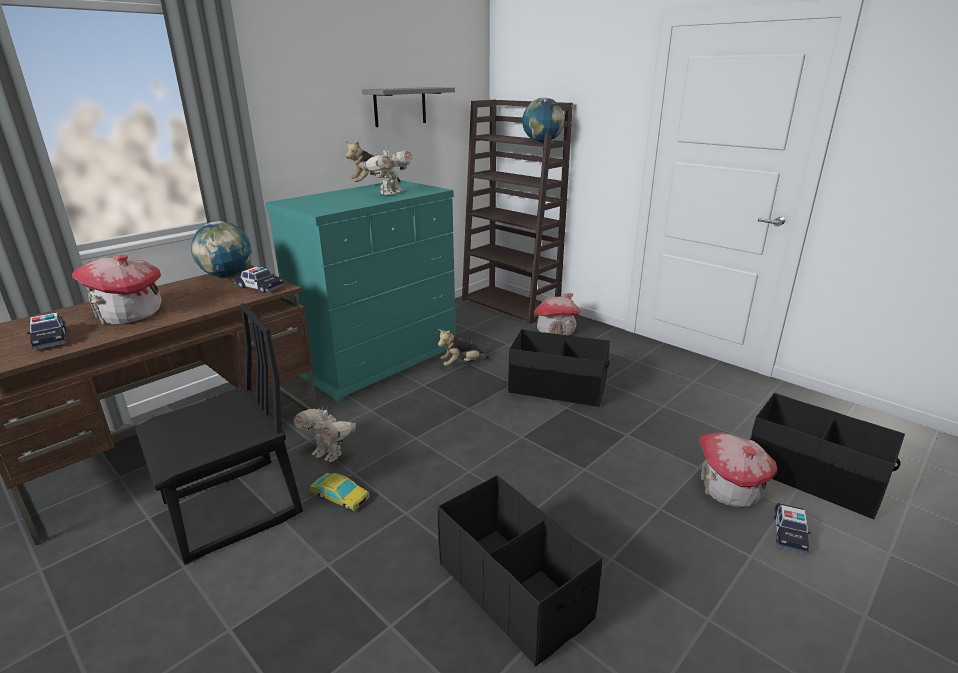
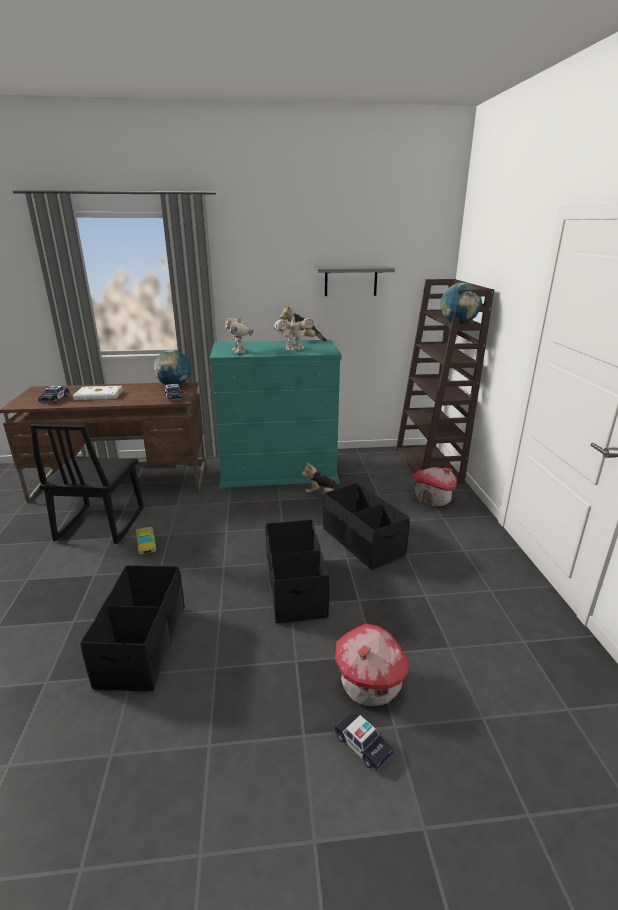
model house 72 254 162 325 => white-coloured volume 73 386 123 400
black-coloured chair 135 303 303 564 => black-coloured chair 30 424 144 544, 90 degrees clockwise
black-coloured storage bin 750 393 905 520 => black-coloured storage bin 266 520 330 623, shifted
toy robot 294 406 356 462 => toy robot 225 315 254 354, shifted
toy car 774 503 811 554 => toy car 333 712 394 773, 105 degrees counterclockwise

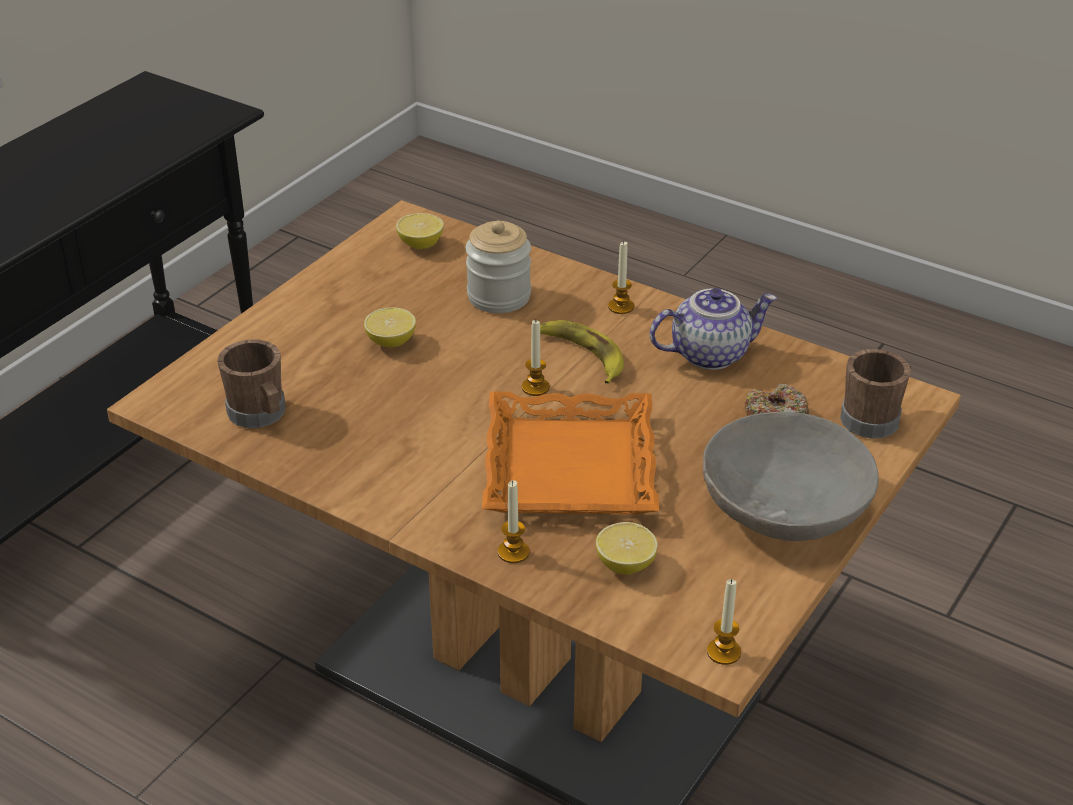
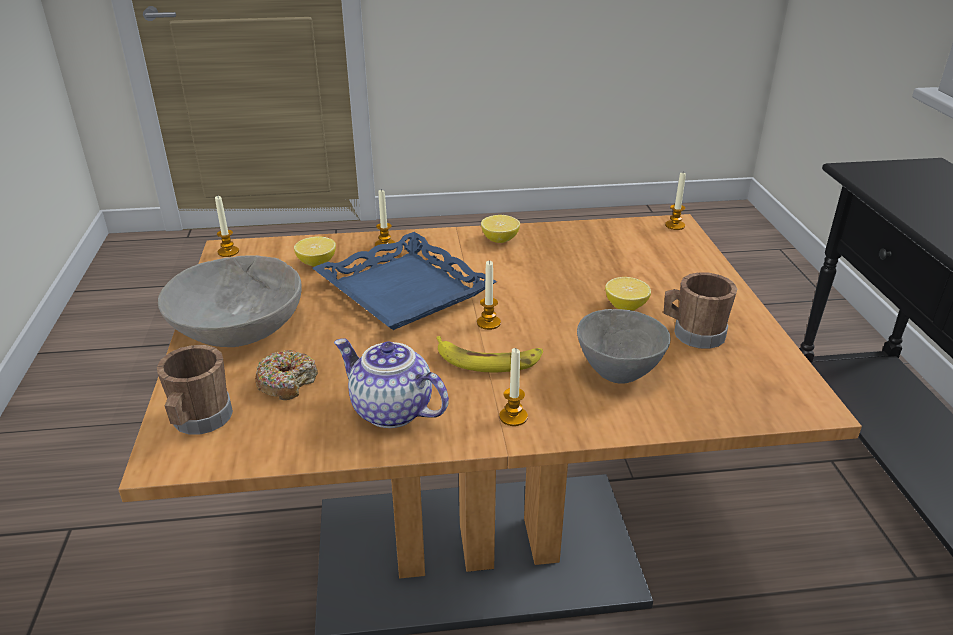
whole lemon 396 213 444 249 => whole lemon 481 215 520 243, shifted
jar 465 220 531 313 => grey bowl 577 309 671 384
pot for tea 650 288 777 370 => pot for tea 334 338 449 428, 90 degrees clockwise
brown tea mug 217 339 285 428 => brown tea mug 664 272 737 349, shifted
orangey tray 482 392 659 514 => blue tray 312 232 497 330
nothing => wax light 665 173 686 230

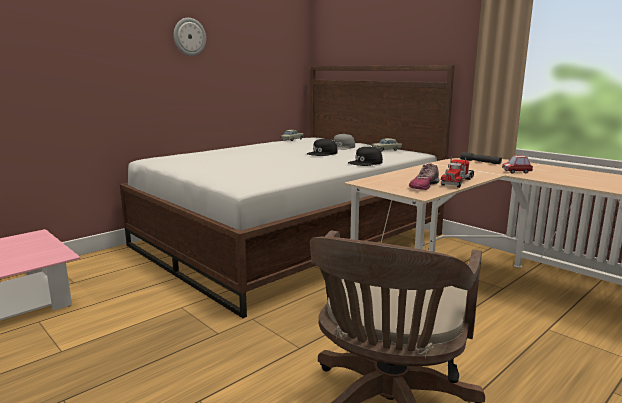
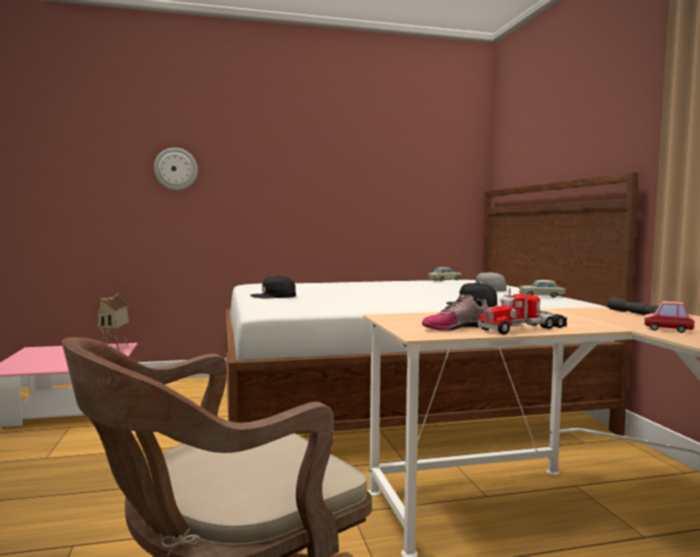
wall clock 174 18 206 56 => wall clock 154 148 198 191, shifted
black-coloured peaked cap 307 139 337 156 => black-coloured peaked cap 250 276 296 298, shifted
nothing => model house 96 294 130 350

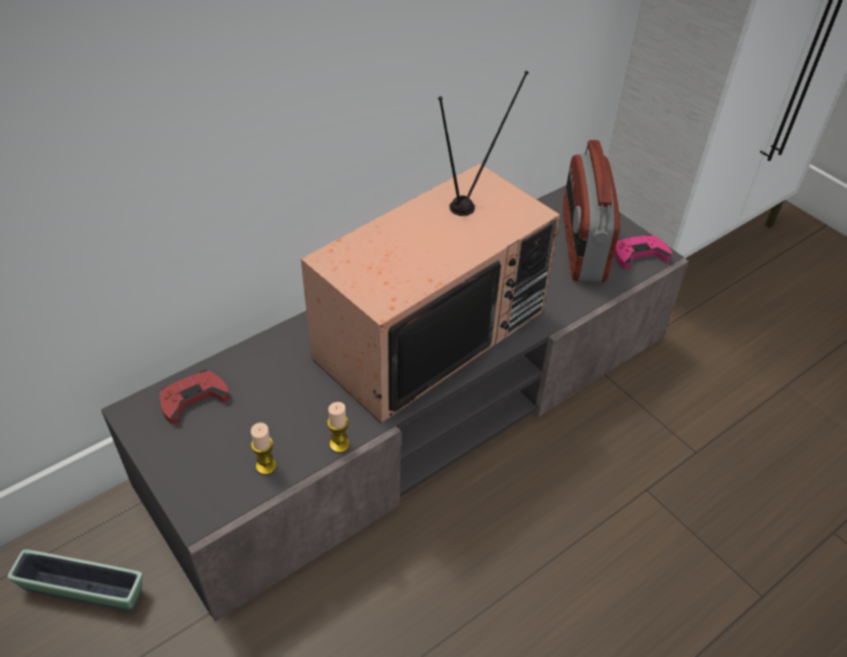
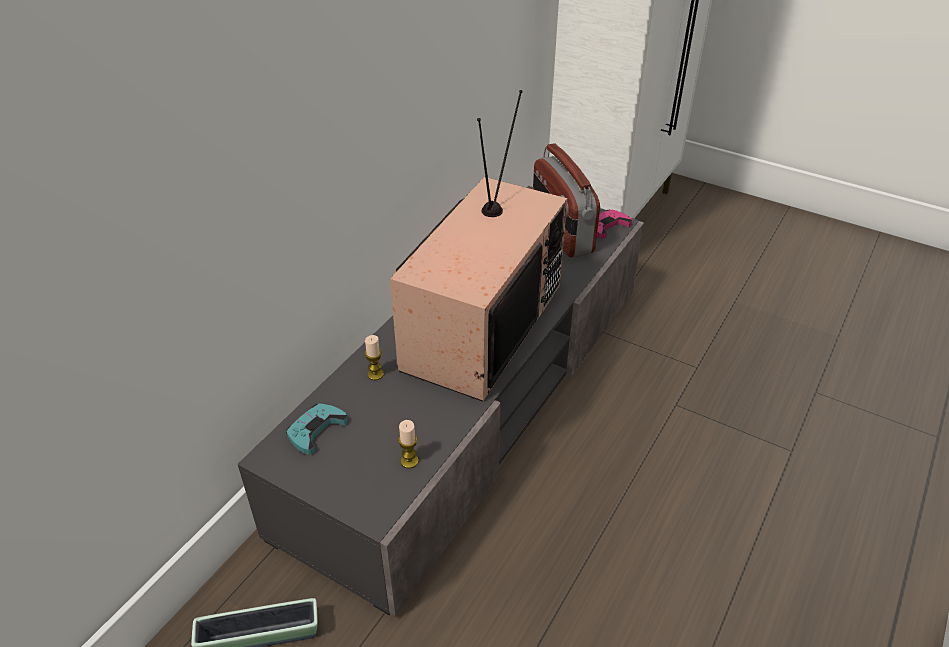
reddish gamepad 160 370 230 424 => turquoise-coloured gamepad 286 403 348 455
wax light 327 402 350 453 => wax light 365 335 384 380, shifted

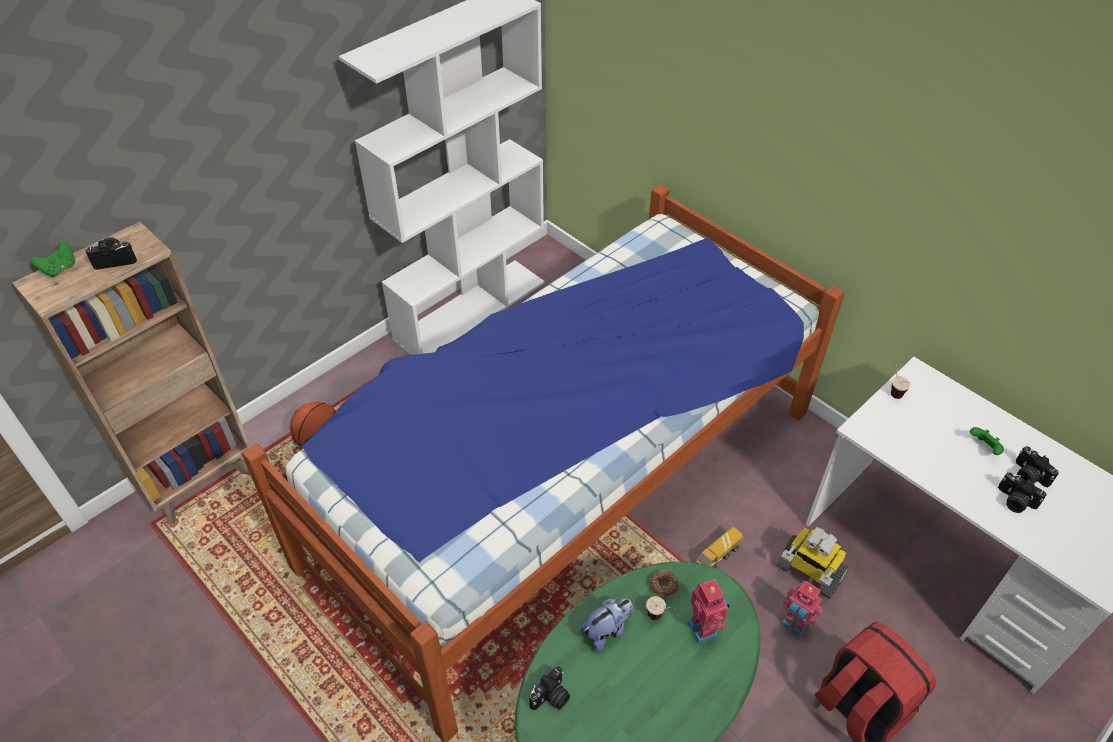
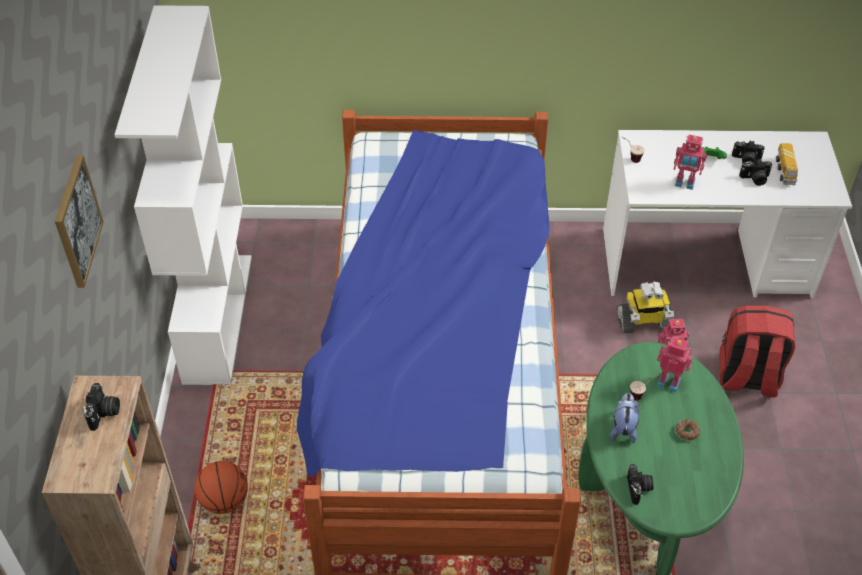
photo camera 86 237 137 270 => photo camera 83 383 120 431, 150 degrees clockwise
greenish gamepad 30 241 75 277 => nothing
model truck 696 527 743 568 => model truck 776 143 798 185, shifted
donut 650 570 679 597 => donut 676 419 700 441, shifted
nothing => toy robot 673 135 707 190
nothing => picture 55 155 104 288

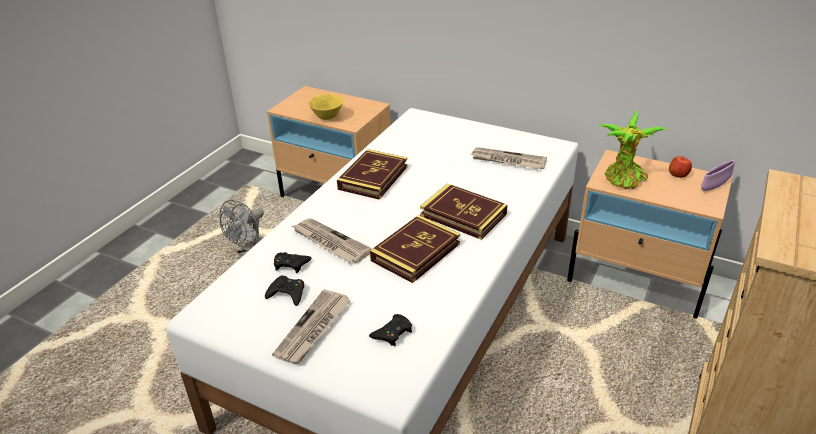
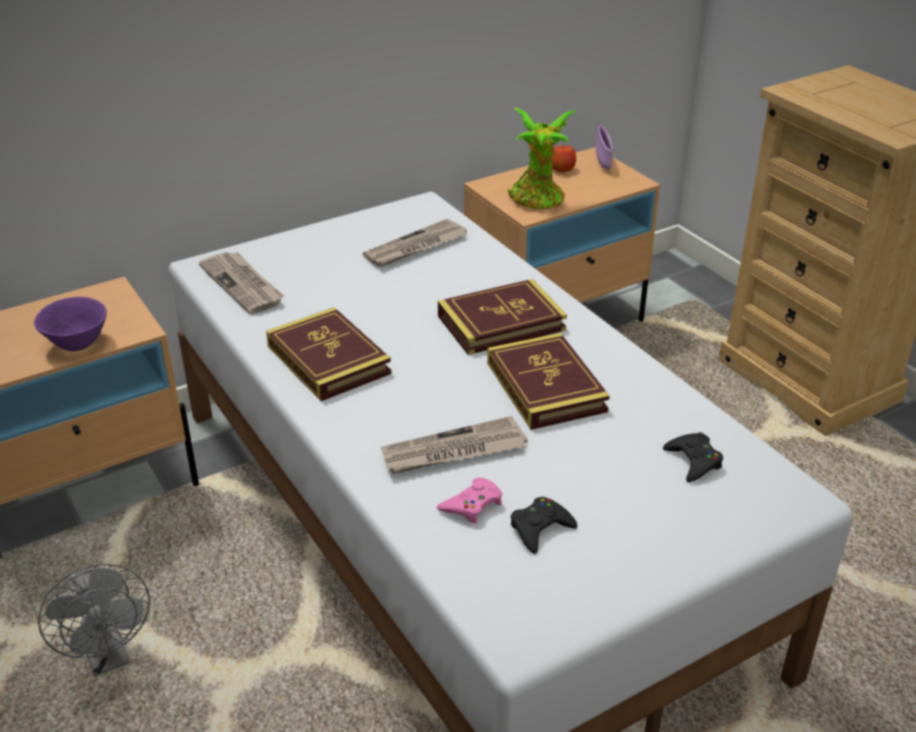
yellow bowl 308 94 343 120 => purple bowl 34 297 107 351
black-coloured gamepad 274 252 311 273 => pinkish gamepad 437 478 502 524
daily paper 272 289 351 364 => daily paper 199 252 284 314, shifted

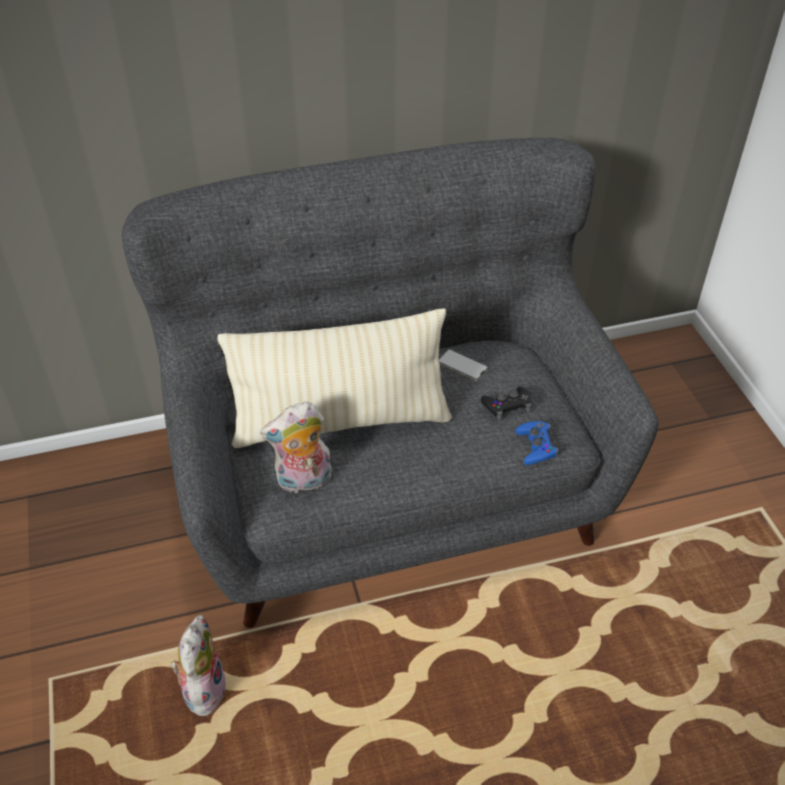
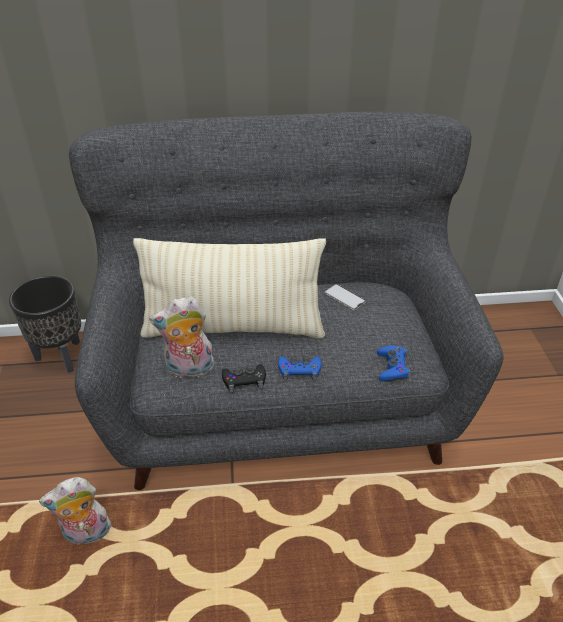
black-coloured gamepad 481 386 532 420 => black-coloured gamepad 222 364 266 393, shifted
soft toy 171 615 226 717 => soft toy 39 477 112 545, 120 degrees counterclockwise
nothing => black-coloured plant pot 9 275 81 373
nothing => blue gamepad 278 356 321 380

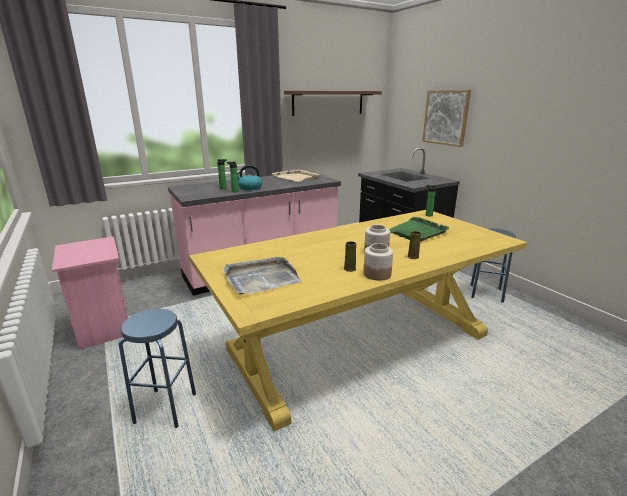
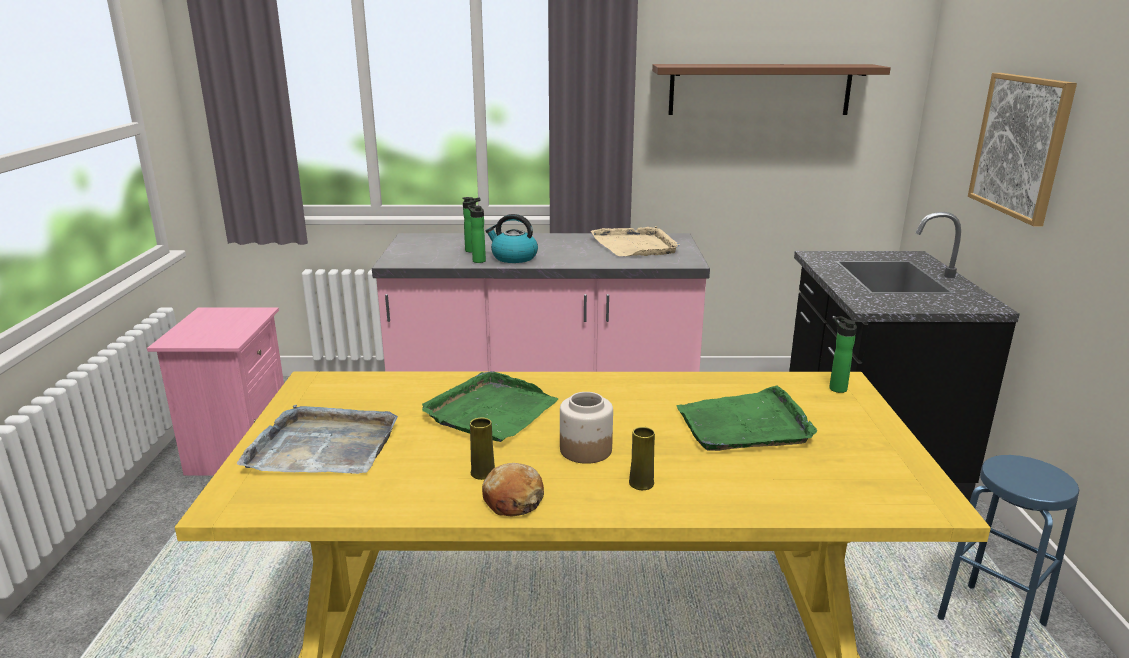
jar 363 243 393 281 => bakery bread 482 463 544 517
blue sitting stool 119 309 196 428 => nothing
nothing => greenish tray 422 371 558 442

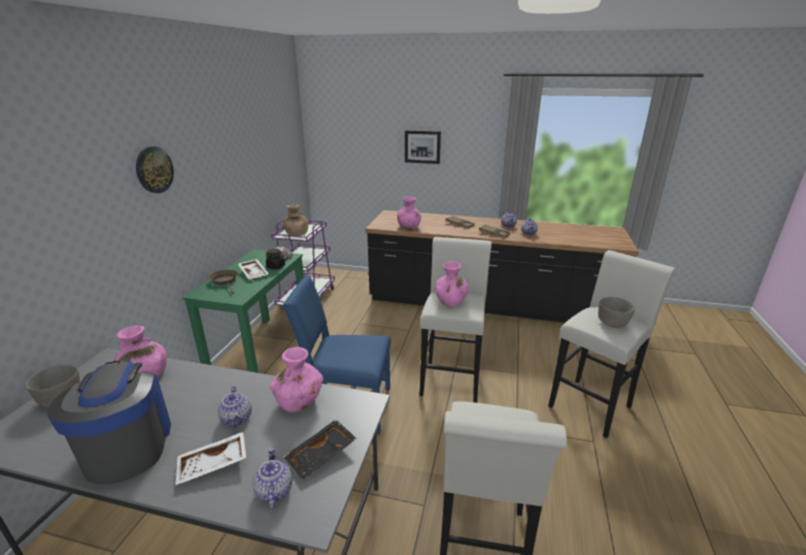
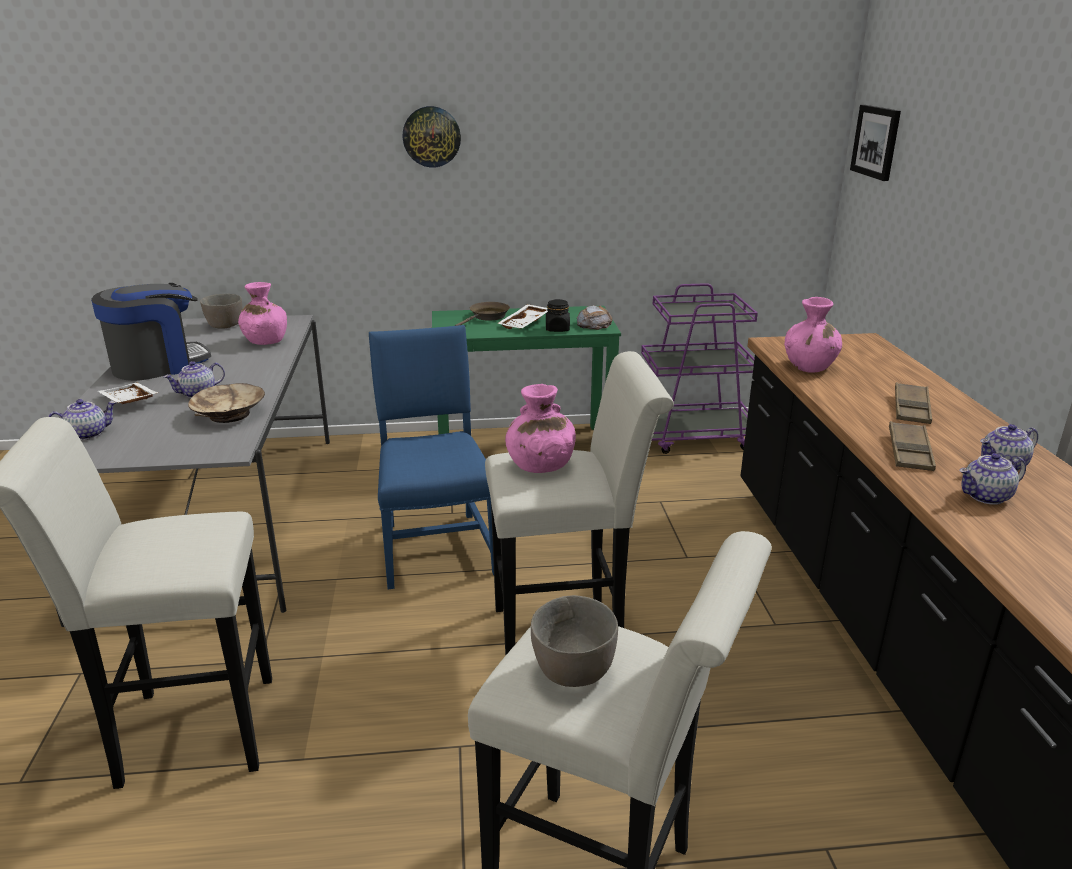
picture 405 130 441 164 => picture 850 105 901 181, shifted
brown flower vase 283 205 308 236 => nothing
pinkish flower vase 269 347 323 412 => beige bowl 188 383 265 423
black-coloured tray 283 419 357 480 => nothing

